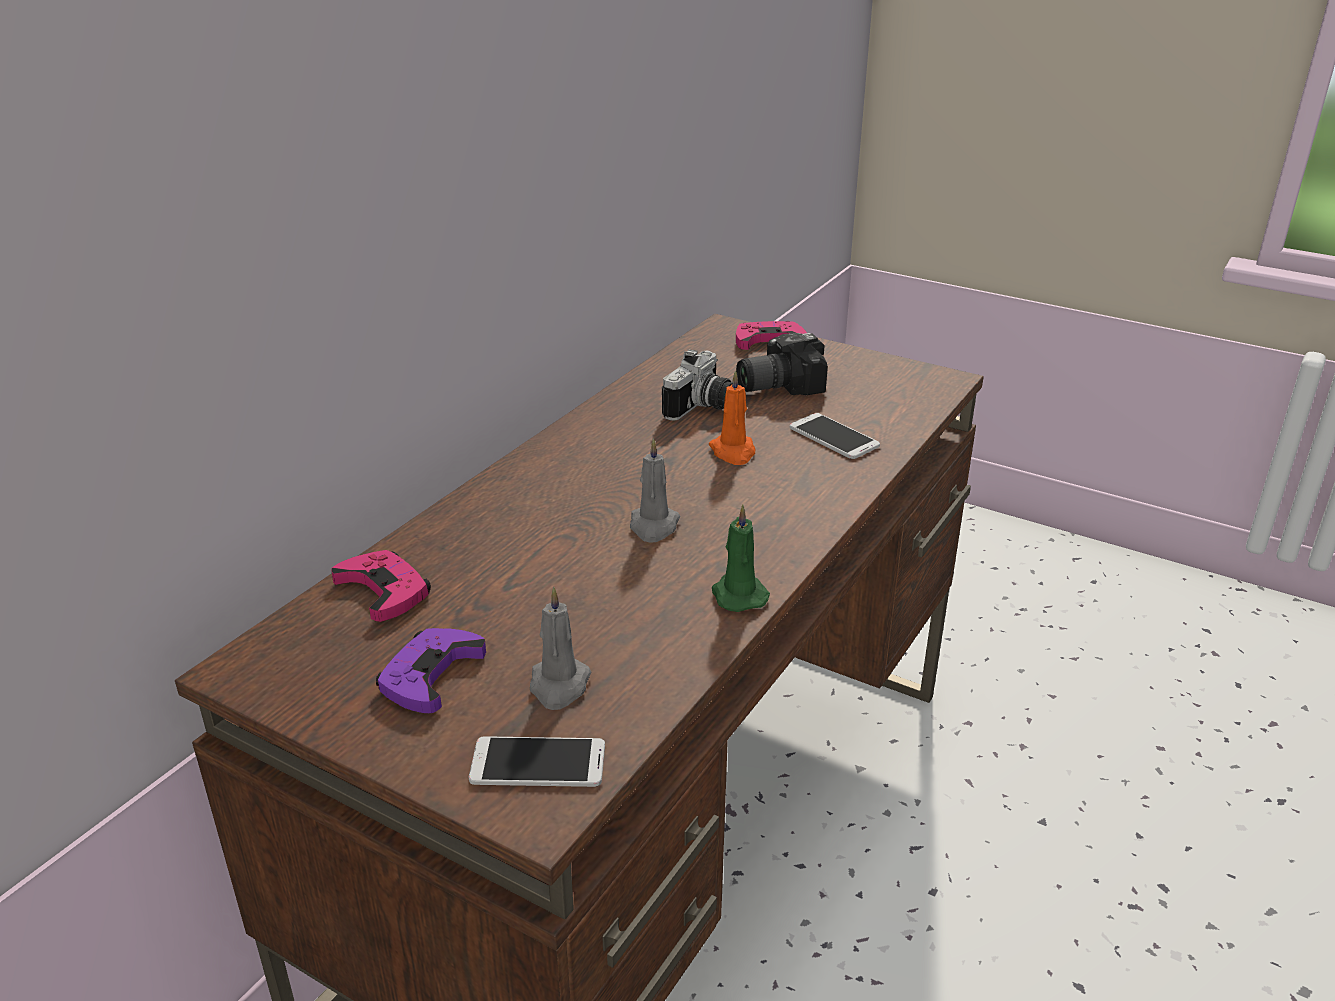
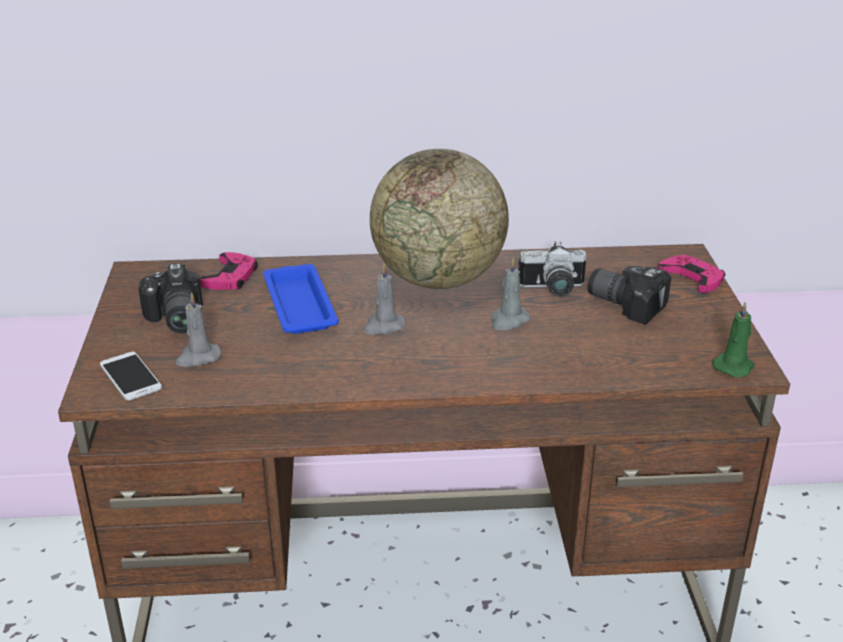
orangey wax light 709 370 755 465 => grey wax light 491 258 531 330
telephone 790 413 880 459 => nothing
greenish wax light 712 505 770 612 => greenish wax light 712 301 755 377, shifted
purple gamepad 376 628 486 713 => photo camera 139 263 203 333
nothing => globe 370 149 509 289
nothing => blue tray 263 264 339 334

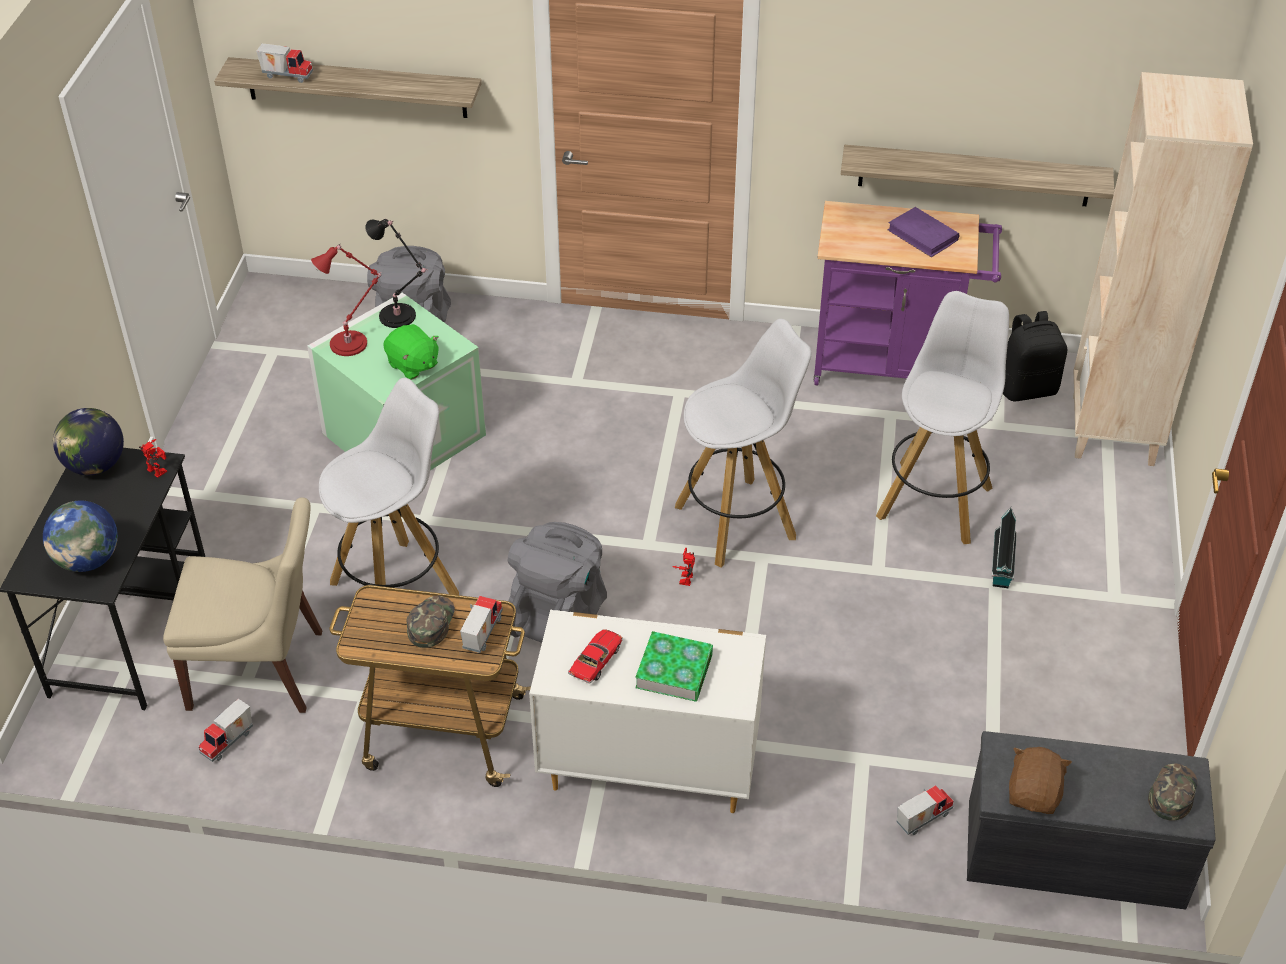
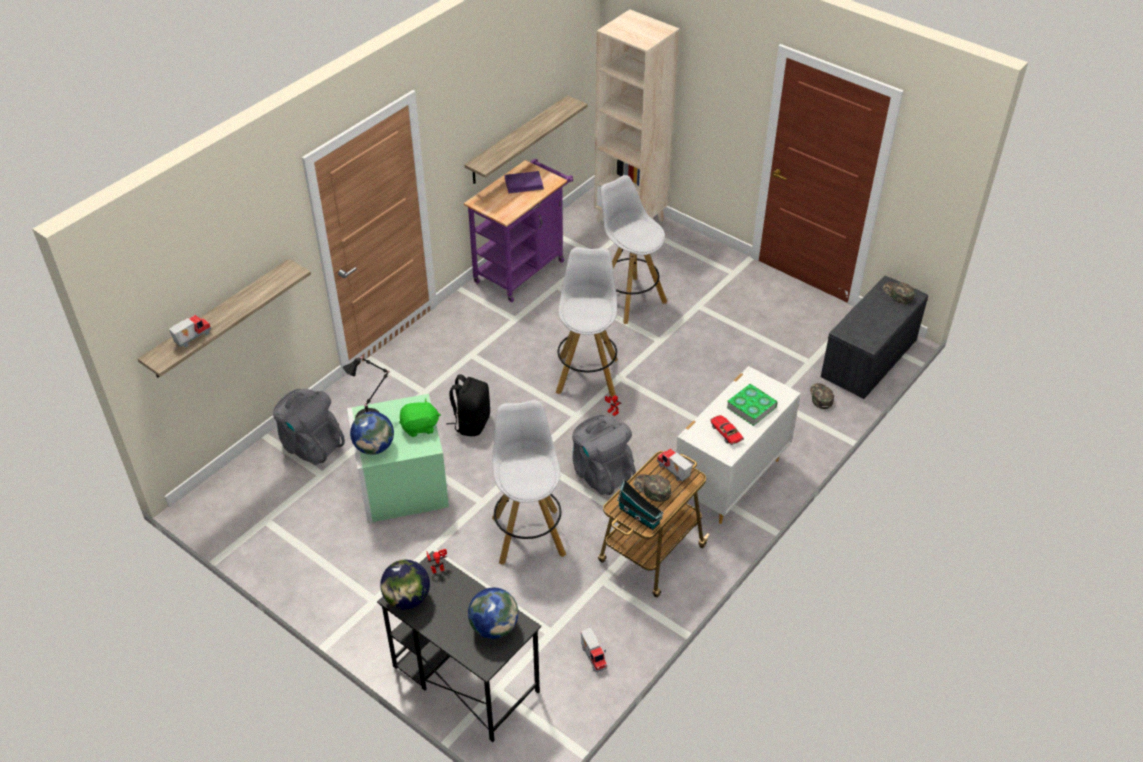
reddish table lamp 311 243 381 356 => globe 350 411 394 455
black-coloured backpack 1003 311 1067 401 => black-coloured backpack 446 374 490 436, shifted
beige chair 163 497 322 713 => nothing
model house 992 507 1017 588 => model house 617 479 664 530, shifted
brown soft toy 1009 747 1072 814 => nothing
model truck 896 785 953 835 => greenish peaked cap 810 383 834 409

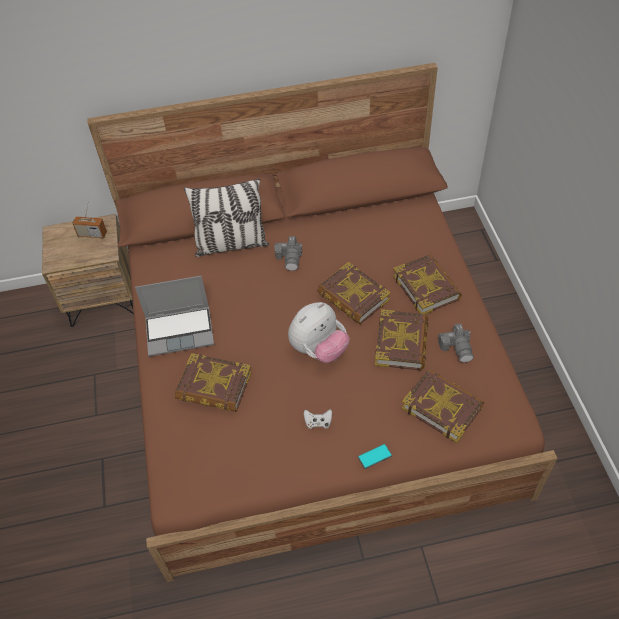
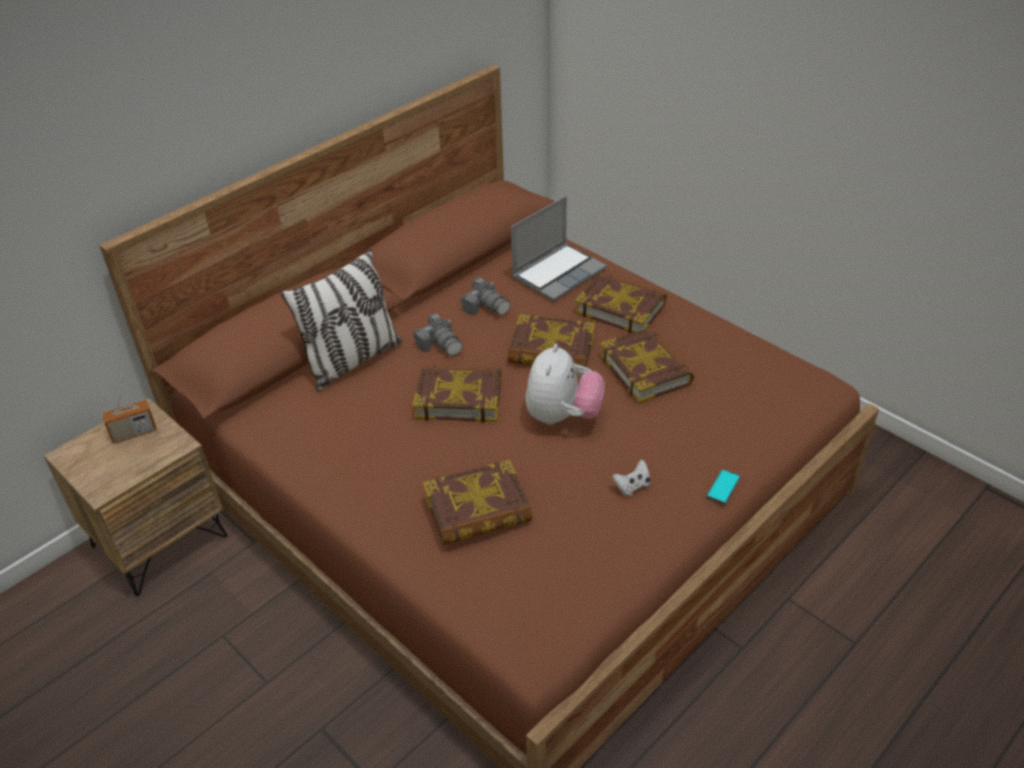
portable computer 135 276 214 357 => portable computer 511 196 607 301, shifted
photo camera 438 323 474 363 => photo camera 460 277 510 315, shifted
volume 401 369 484 443 => volume 413 365 502 422, shifted

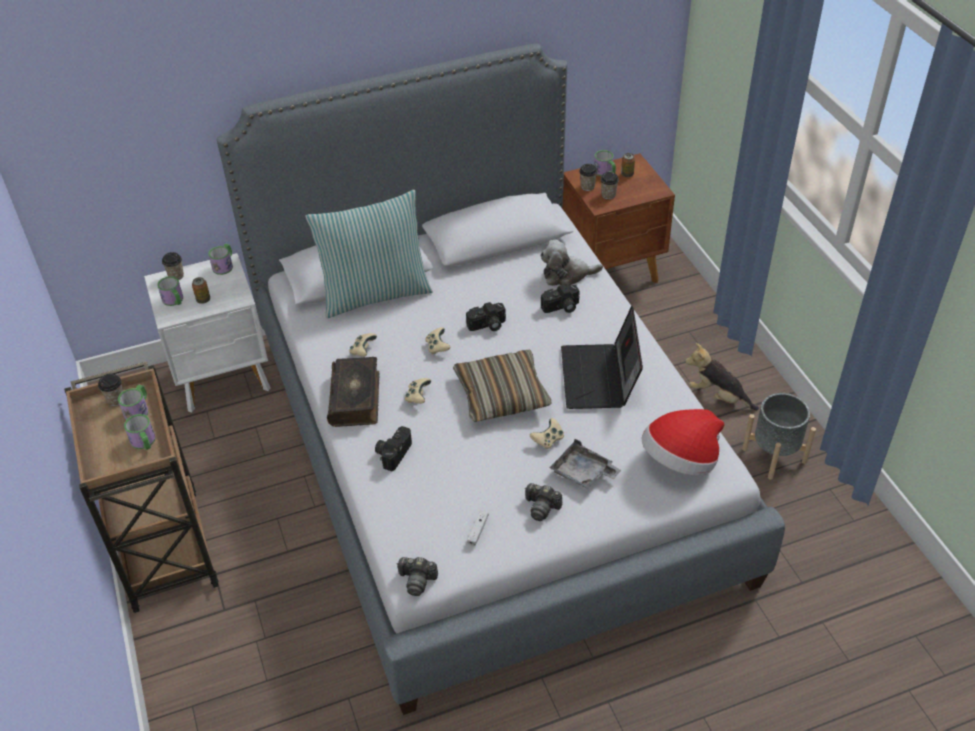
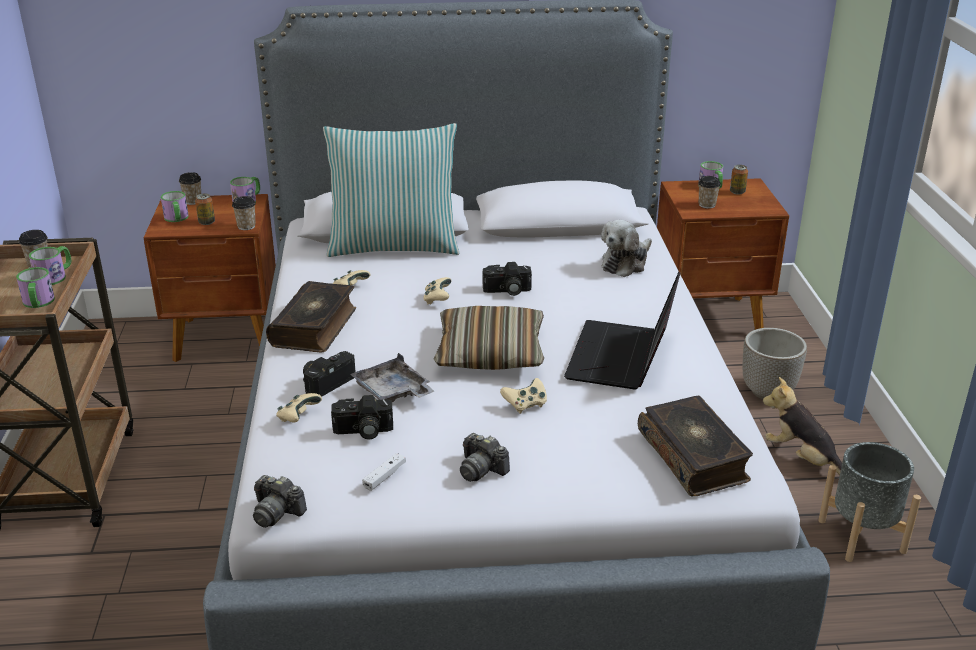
cup 579 164 598 191 => cup 232 196 256 230, shifted
soft toy 540 240 603 287 => soft toy 601 220 652 277, 60 degrees counterclockwise
white-coloured night table 144 253 271 413 => brown night table 144 194 276 362
photo camera 541 284 580 313 => photo camera 331 395 393 440, shifted
beige gamepad 405 378 431 404 => beige gamepad 276 393 322 422, shifted
clothing hat 642 409 725 475 => volume 638 396 753 496
grey tray 550 439 621 489 => grey tray 350 353 434 402, shifted
nothing => plant pot 743 328 807 399

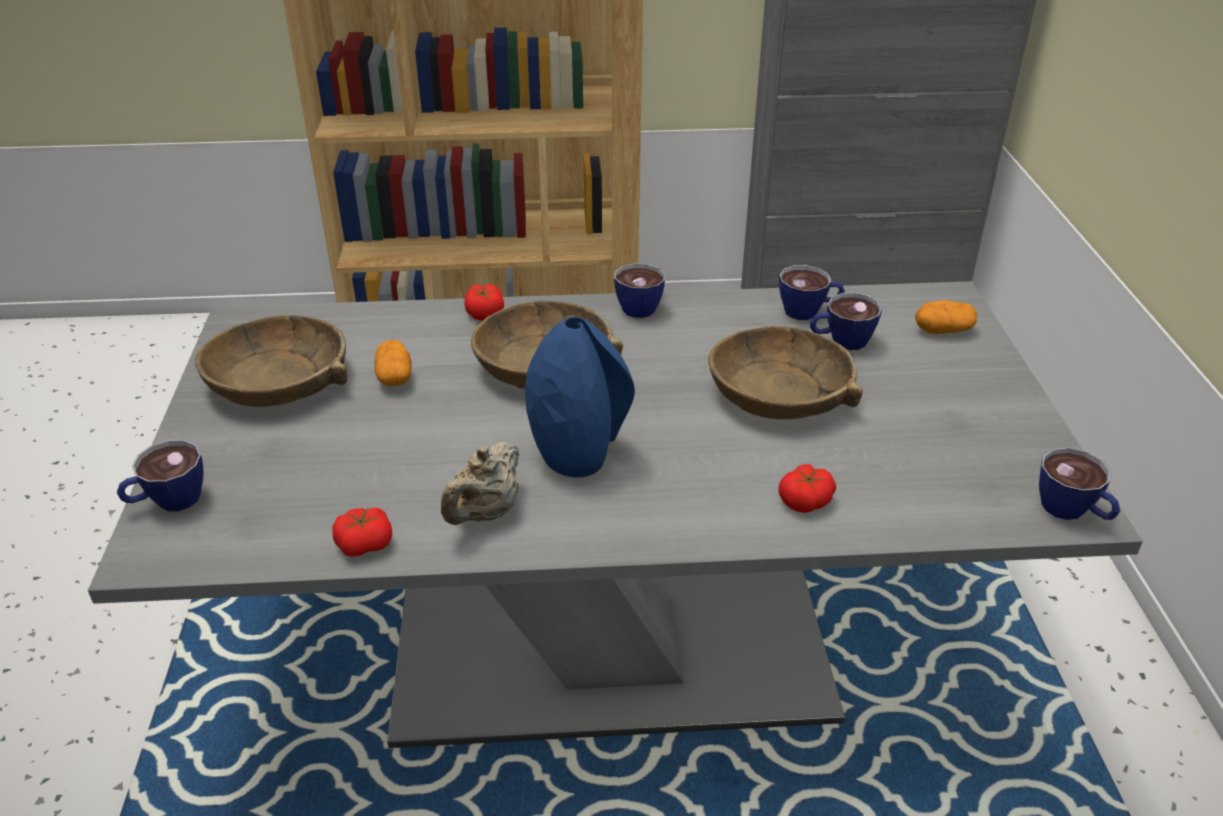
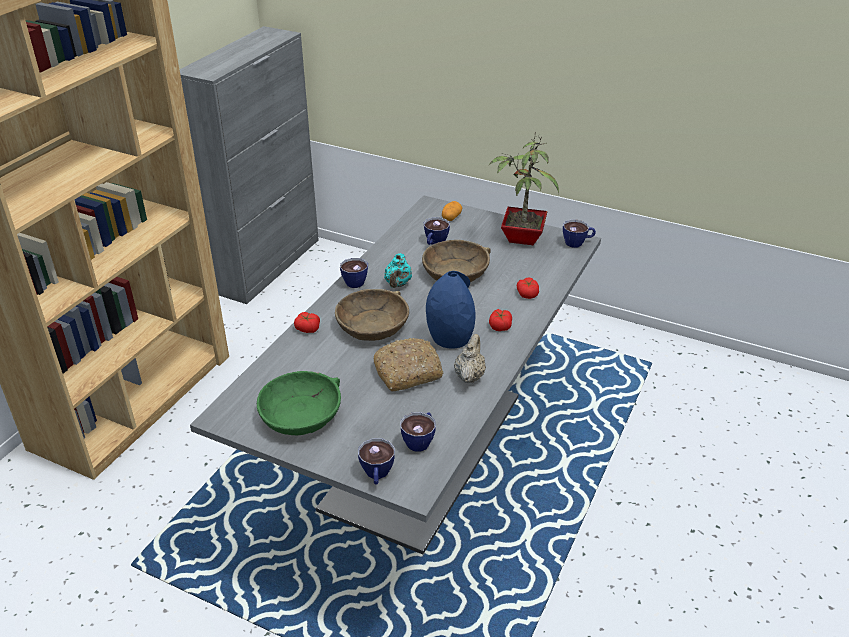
cup 779 265 845 320 => cup 400 412 436 452, shifted
brown bowl 195 315 347 407 => greenish bowl 257 371 341 435
whole potato 374 340 412 386 => nothing
beige pot for tea 441 441 519 525 => beige pot for tea 454 334 486 383, 135 degrees counterclockwise
whole tomato 332 508 392 557 => whole tomato 489 309 512 331, shifted
nothing => houseplant 488 132 559 245
nothing => turquoise-coloured pot for tea 384 253 412 288
nothing => bakery bread 373 338 443 391

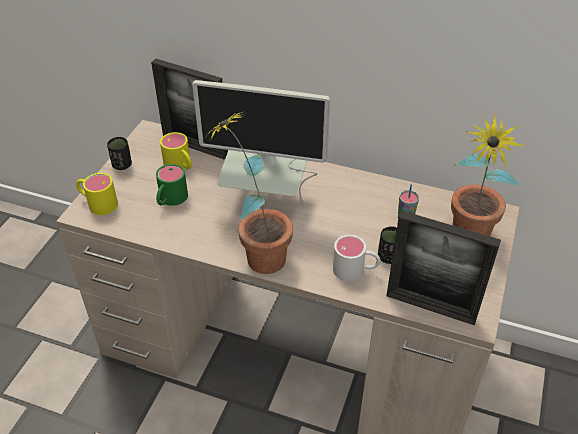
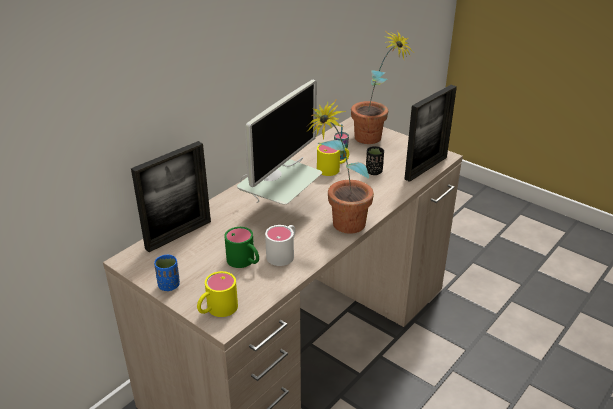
yellow tea mug 160 132 192 170 => yellow tea mug 317 144 349 176, shifted
black-coloured cup 107 137 132 170 => blue cup 154 255 180 291
white-coloured tea mug 333 235 380 281 => white-coloured tea mug 265 225 295 266, shifted

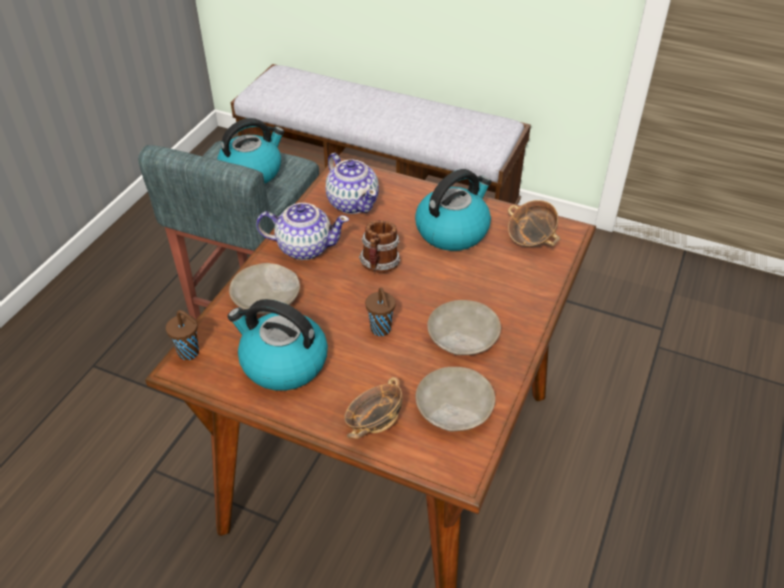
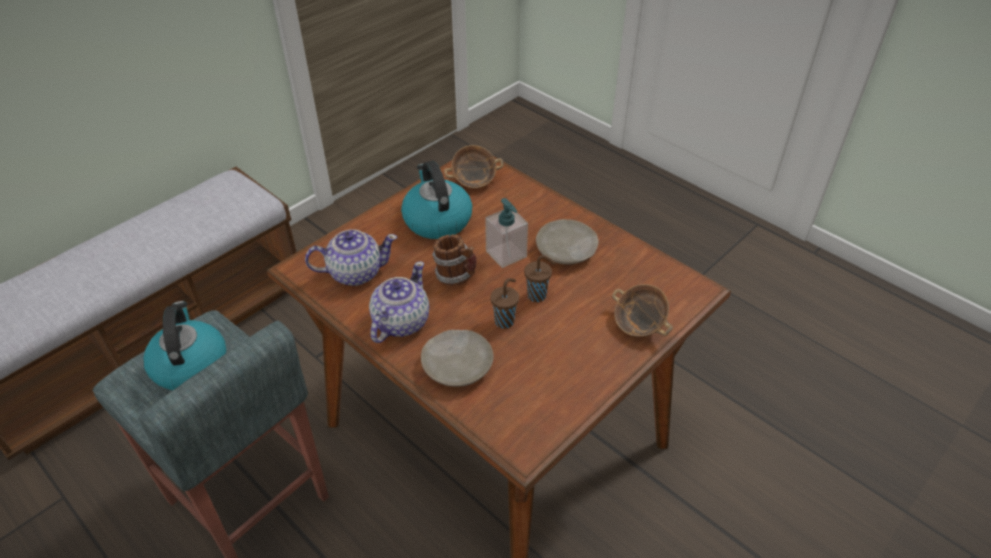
tea kettle 228 299 328 391 => nothing
brown cup 166 310 199 360 => brown cup 490 278 519 329, shifted
beige dinner plate 416 367 495 432 => nothing
nothing => liquid soap bottle 485 198 528 268

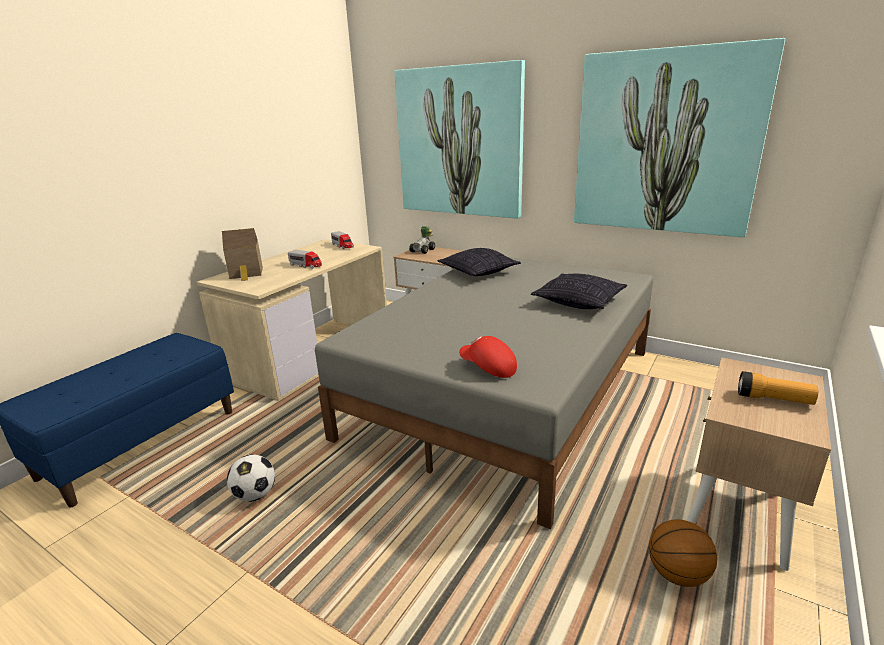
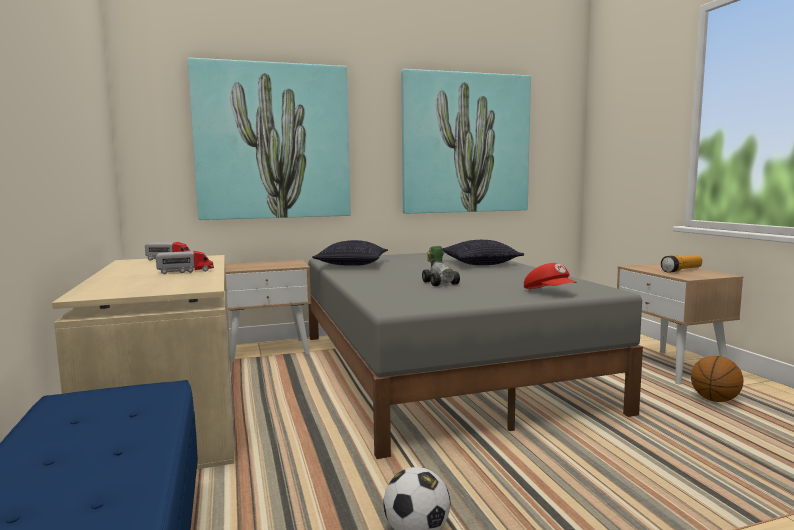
toy car 409 226 435 254 => toy car 422 246 460 286, shifted
model house 222 228 263 281 => nothing
reddish peaked cap 459 336 517 378 => reddish peaked cap 524 263 577 289, 105 degrees counterclockwise

